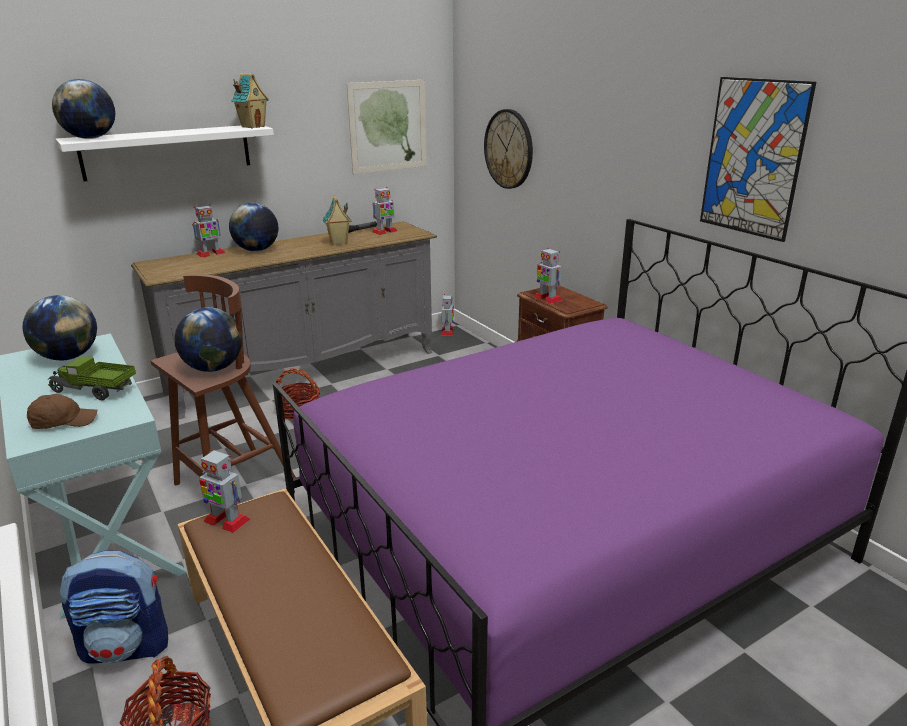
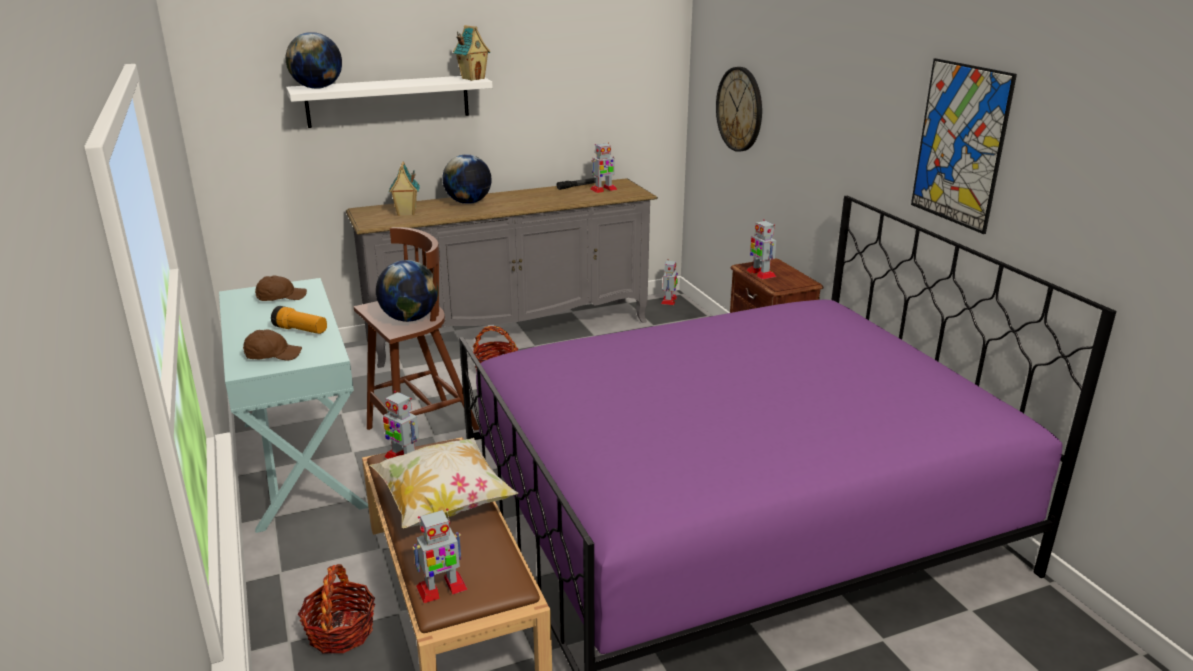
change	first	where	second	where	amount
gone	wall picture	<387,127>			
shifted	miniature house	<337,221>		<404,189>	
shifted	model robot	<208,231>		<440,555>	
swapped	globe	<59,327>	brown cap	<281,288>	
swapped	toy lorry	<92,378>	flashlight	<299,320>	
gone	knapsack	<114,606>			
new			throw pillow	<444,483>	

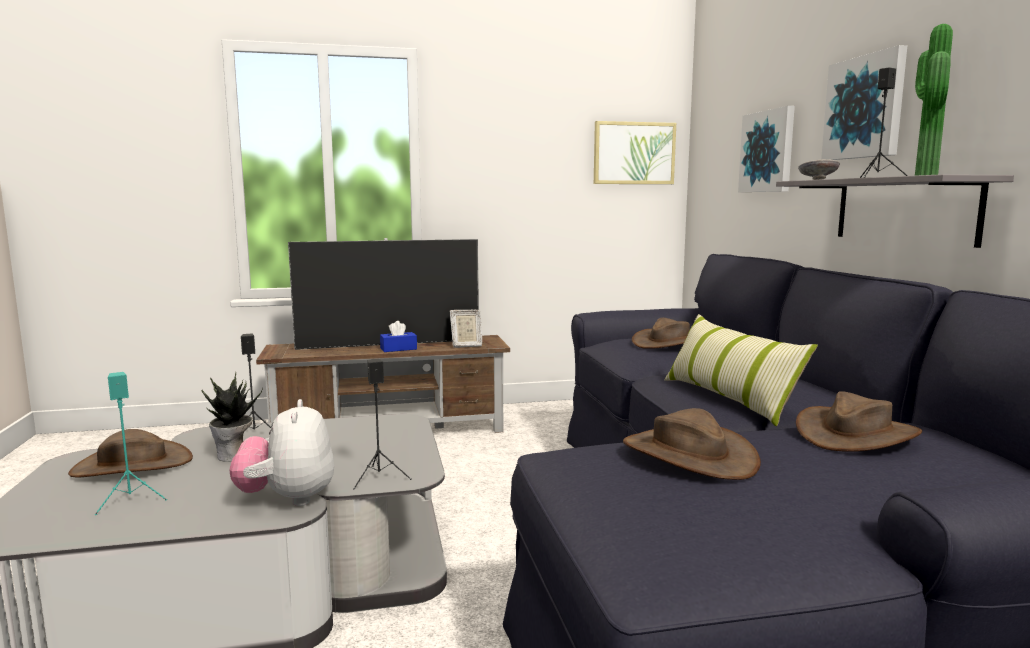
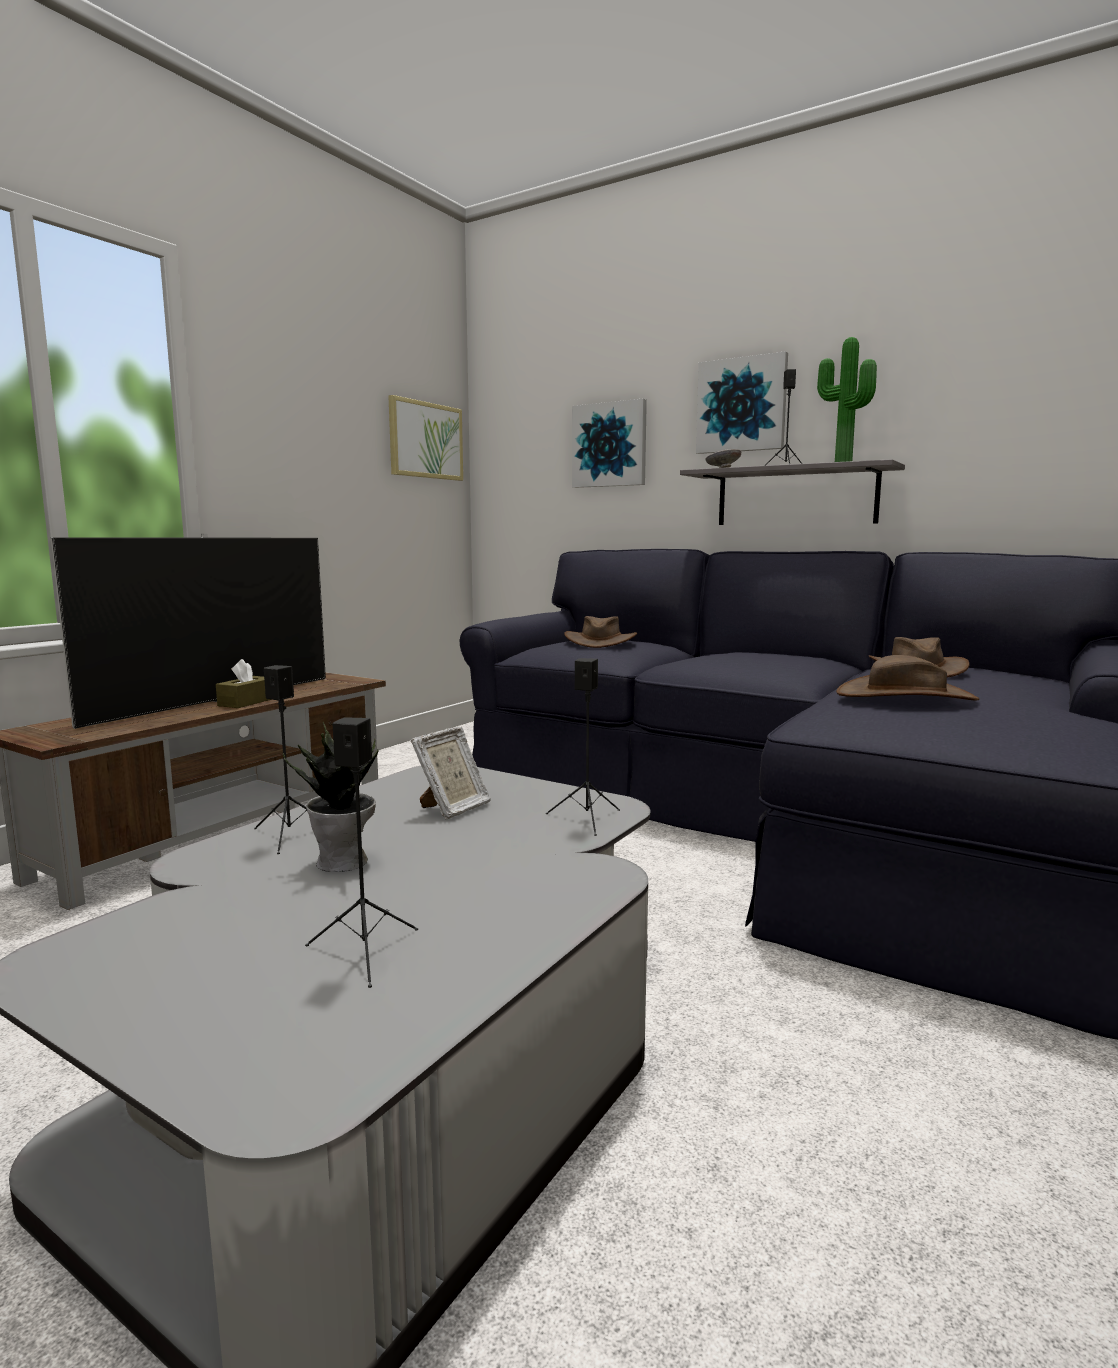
change	first	where	second	where	amount
shifted	standing frame	<466,329>		<451,773>	
gone	throw pillow	<741,370>			
repainted	bluish box of tissues	<398,336>	brown box of tissues	<244,683>	
repainted	turquoise-coloured speaker	<131,443>	blackish speaker	<361,852>	
gone	soft toy	<281,452>			
gone	brown wearable hat	<130,453>			

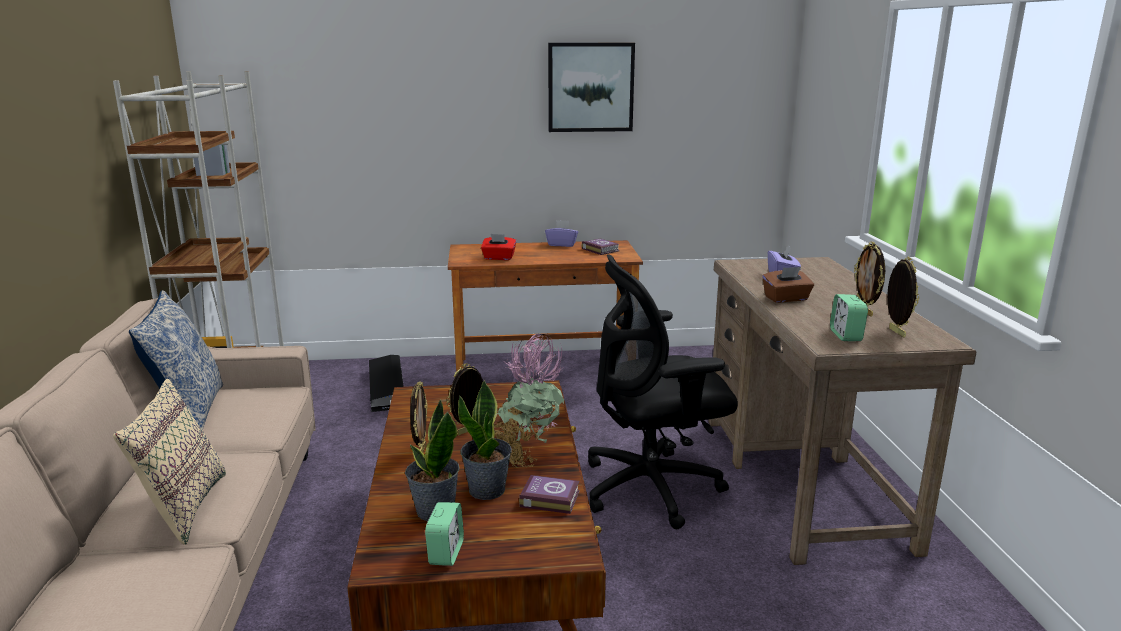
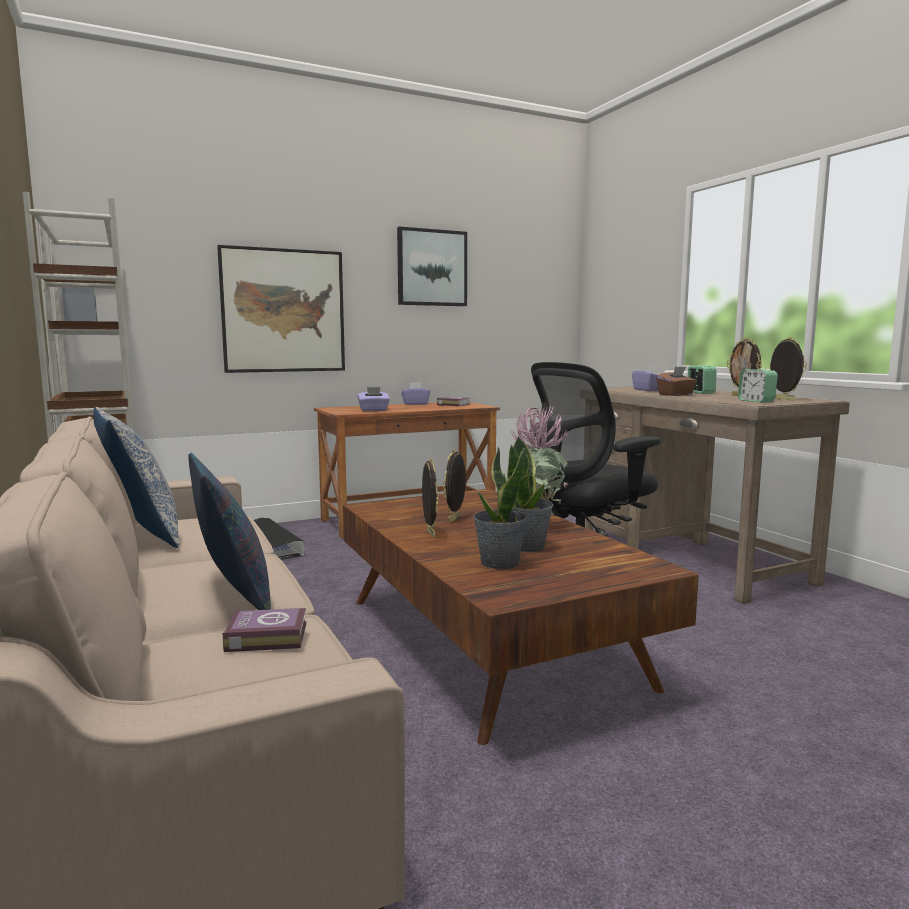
change	first	where	second	where	amount
repainted	red-coloured box of tissues	<498,247>	purple-coloured box of tissues	<373,399>	
repainted	beige-coloured throw pillow	<169,462>	bluish throw pillow	<229,531>	
shifted	volume	<549,494>		<265,630>	
shifted	alarm clock	<444,534>		<702,379>	
new			wall picture	<281,309>	

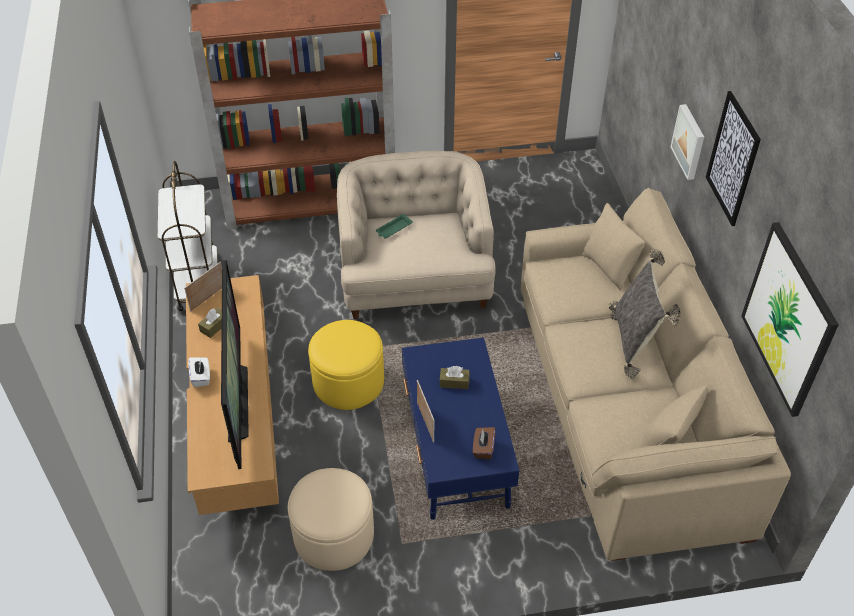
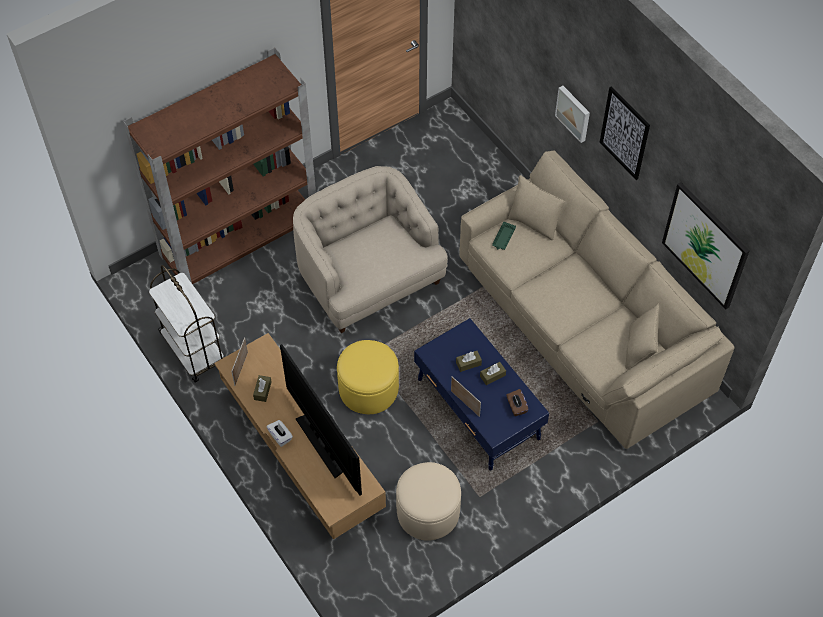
change	first	where	second	where	amount
shifted	greenish carrying tray	<394,226>		<504,236>	
gone	throw pillow	<644,313>			
new			brown box of tissues	<493,373>	

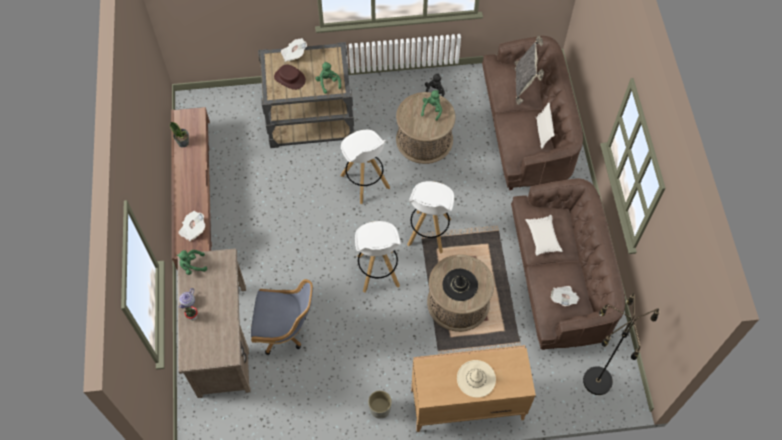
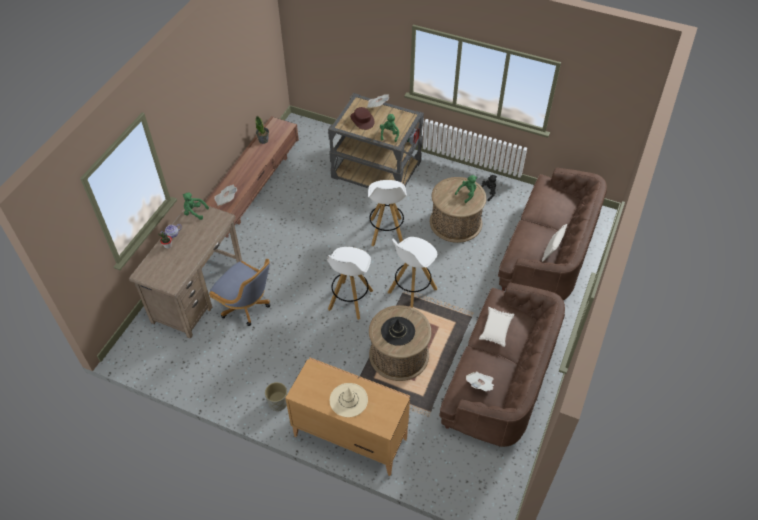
change	first	where	second	where	amount
gone	throw pillow	<529,70>			
gone	floor lamp	<621,344>			

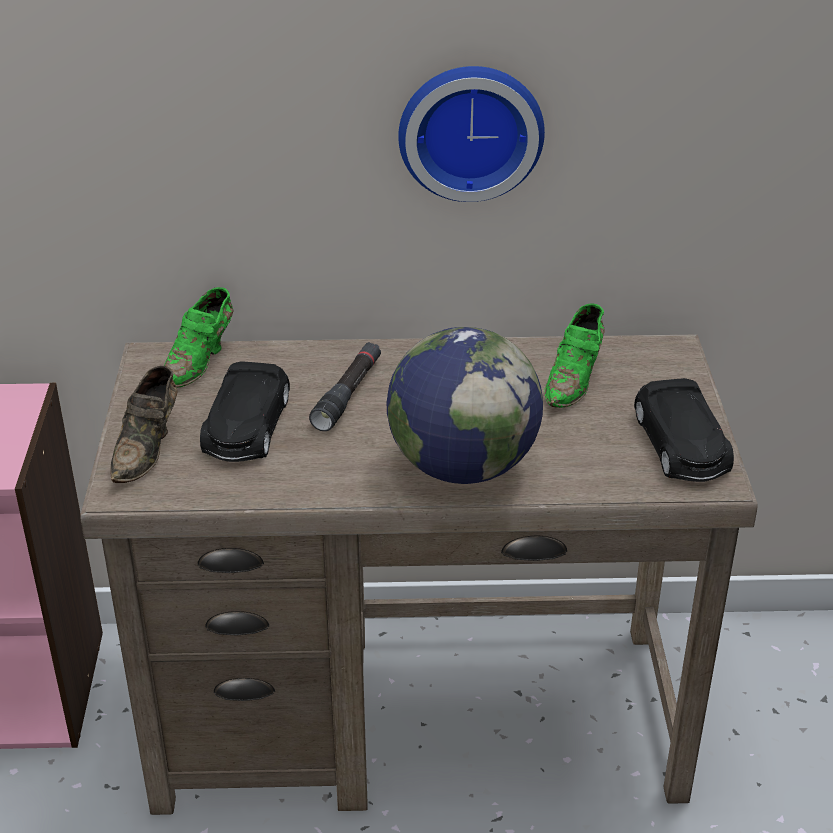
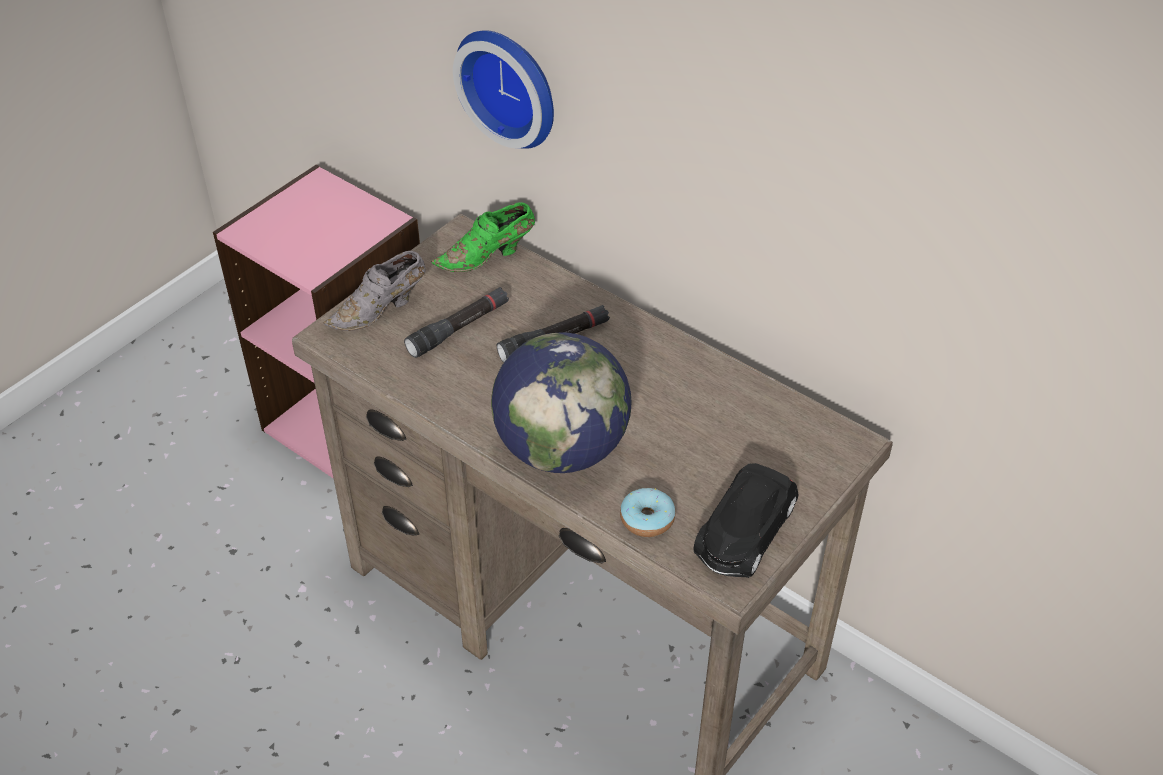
change	first	where	second	where	amount
shifted	hanging clock	<471,134>		<503,89>	
gone	greenish item of footwear	<574,356>			
swapped	blackish miniature car	<245,411>	blackish flashlight	<456,322>	
repainted	brown item of footwear	<144,424>	greyish item of footwear	<374,291>	
new			ring doughnut	<647,512>	

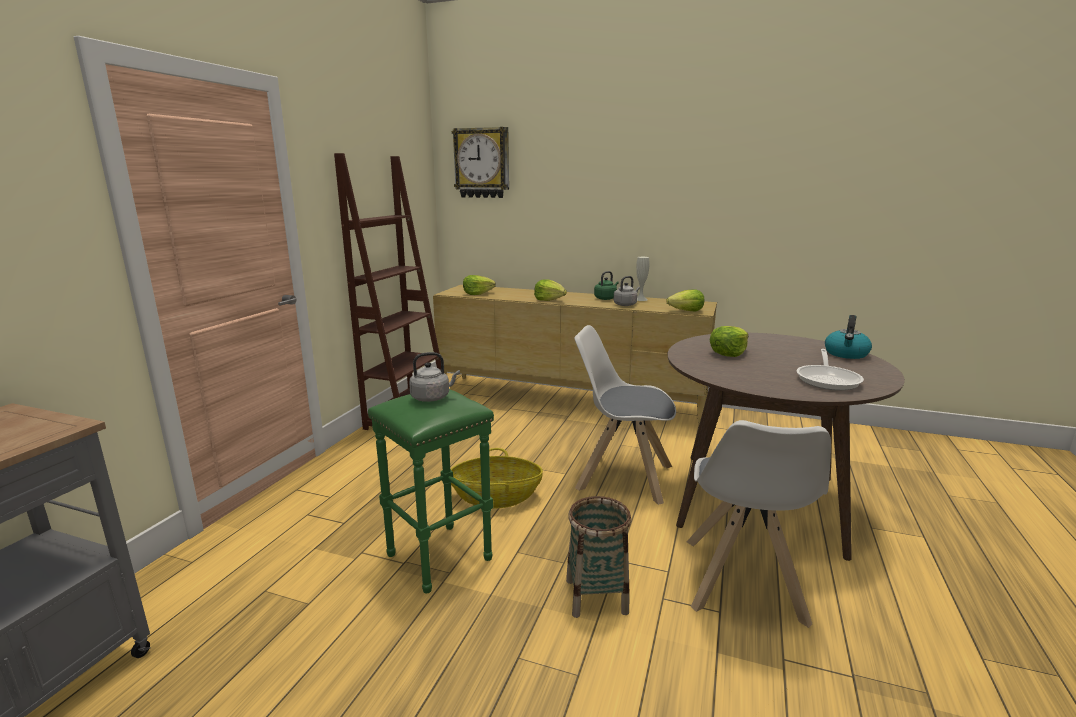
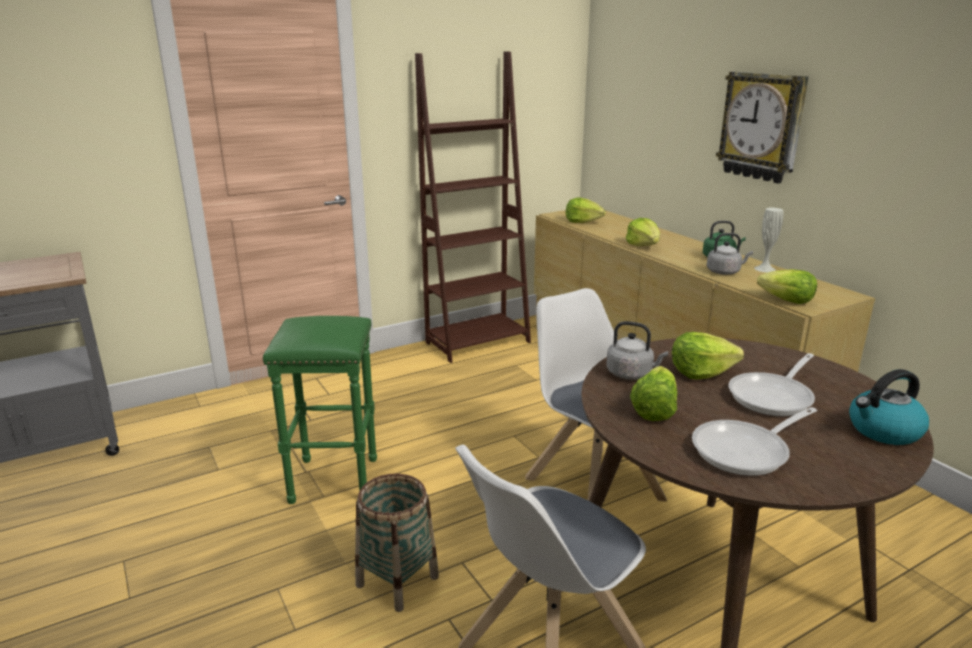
change	first	where	second	where	amount
shifted	hanging clock	<480,162>		<762,127>	
shifted	greyish water kettle	<434,377>		<637,350>	
gone	basket	<496,478>			
new			frying pan	<771,384>	
new			head of lettuce	<653,393>	

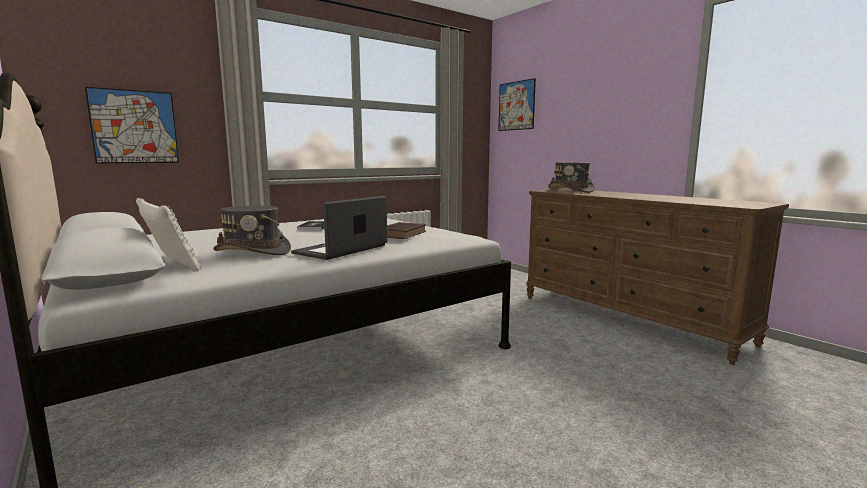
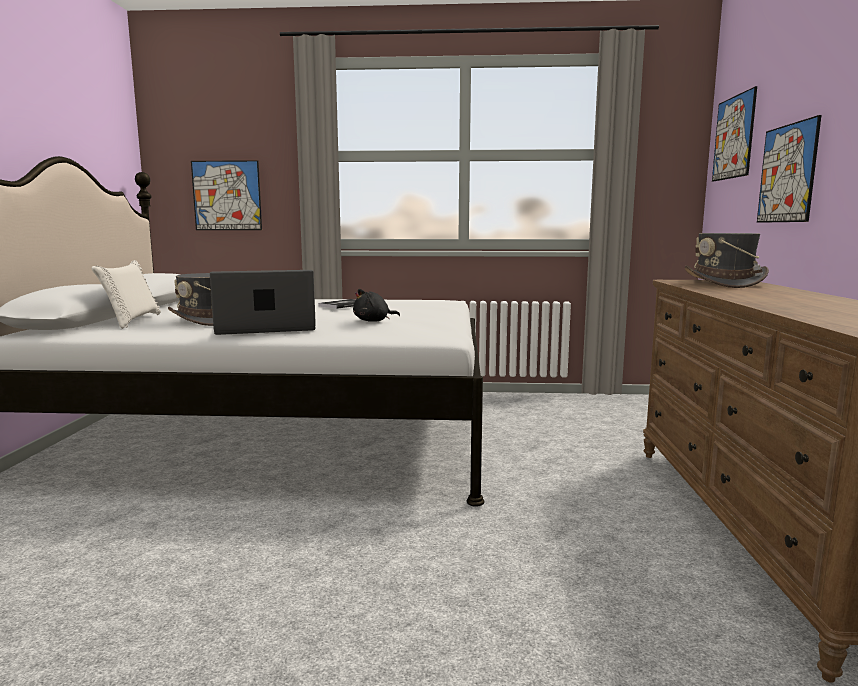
change	first	where	second	where	amount
swapped	brown volume	<406,230>	blackish soft toy	<376,305>	
new			wall picture	<789,169>	

